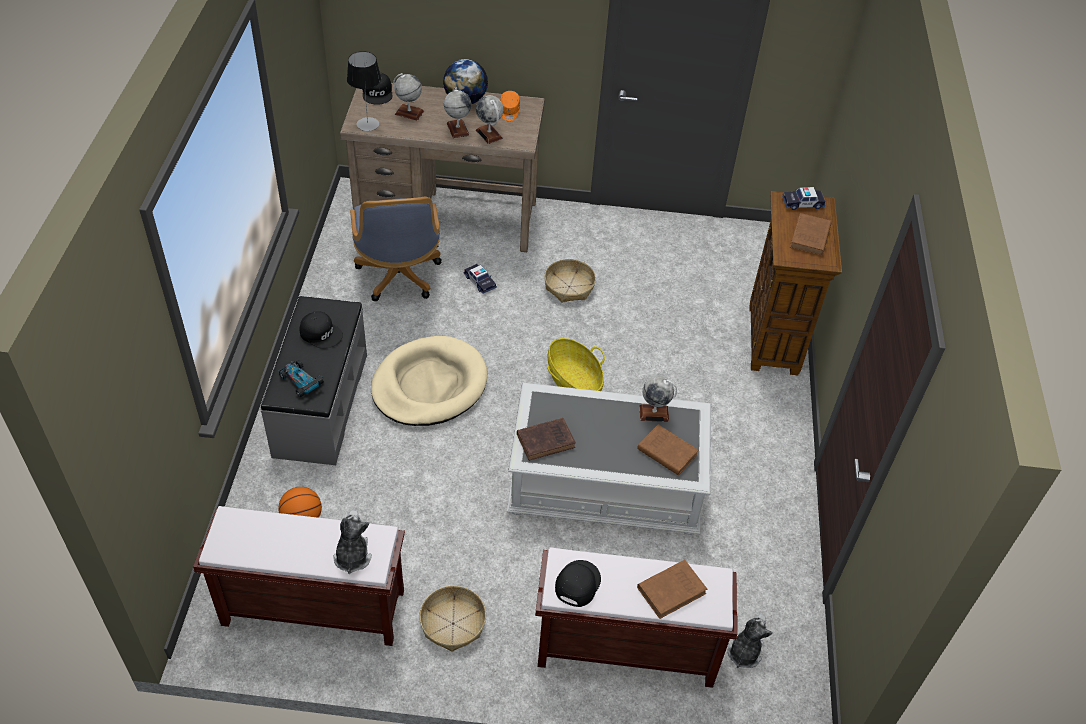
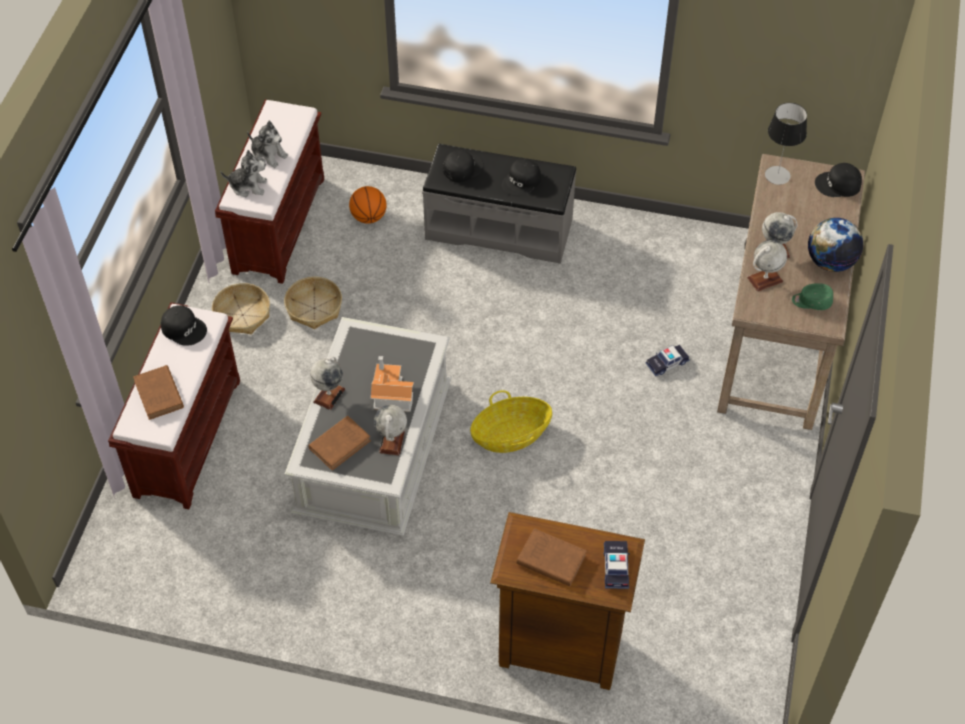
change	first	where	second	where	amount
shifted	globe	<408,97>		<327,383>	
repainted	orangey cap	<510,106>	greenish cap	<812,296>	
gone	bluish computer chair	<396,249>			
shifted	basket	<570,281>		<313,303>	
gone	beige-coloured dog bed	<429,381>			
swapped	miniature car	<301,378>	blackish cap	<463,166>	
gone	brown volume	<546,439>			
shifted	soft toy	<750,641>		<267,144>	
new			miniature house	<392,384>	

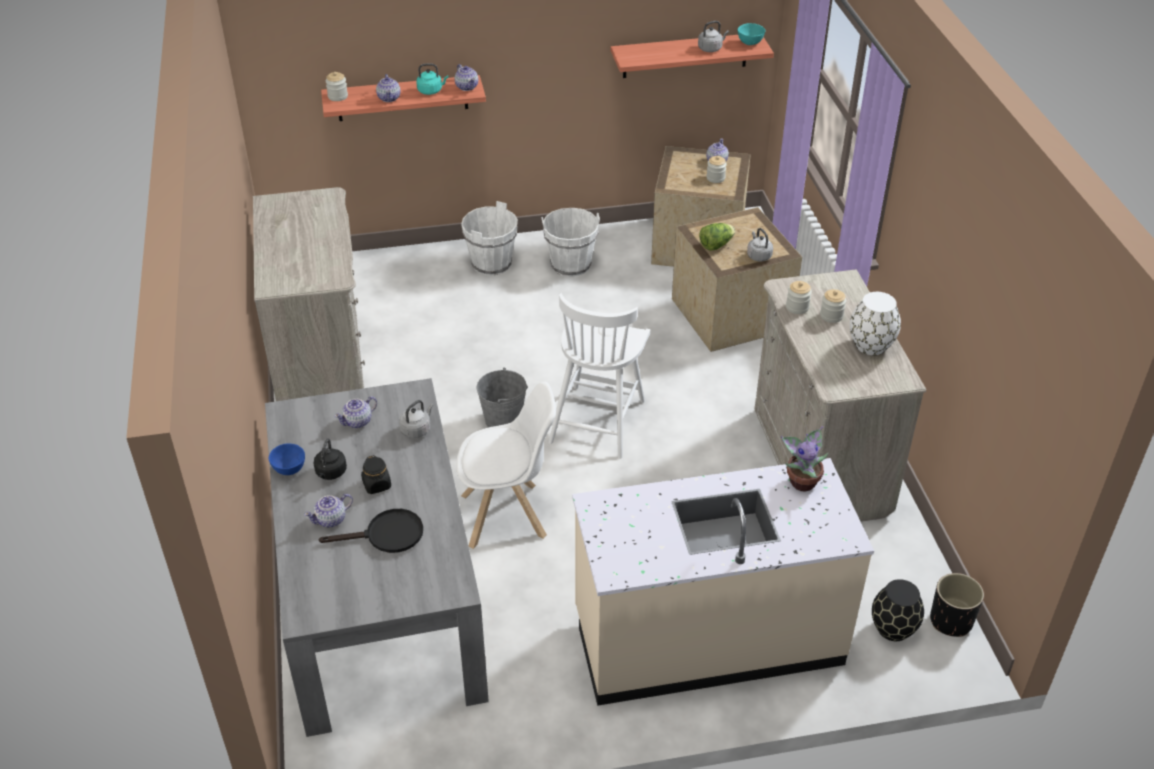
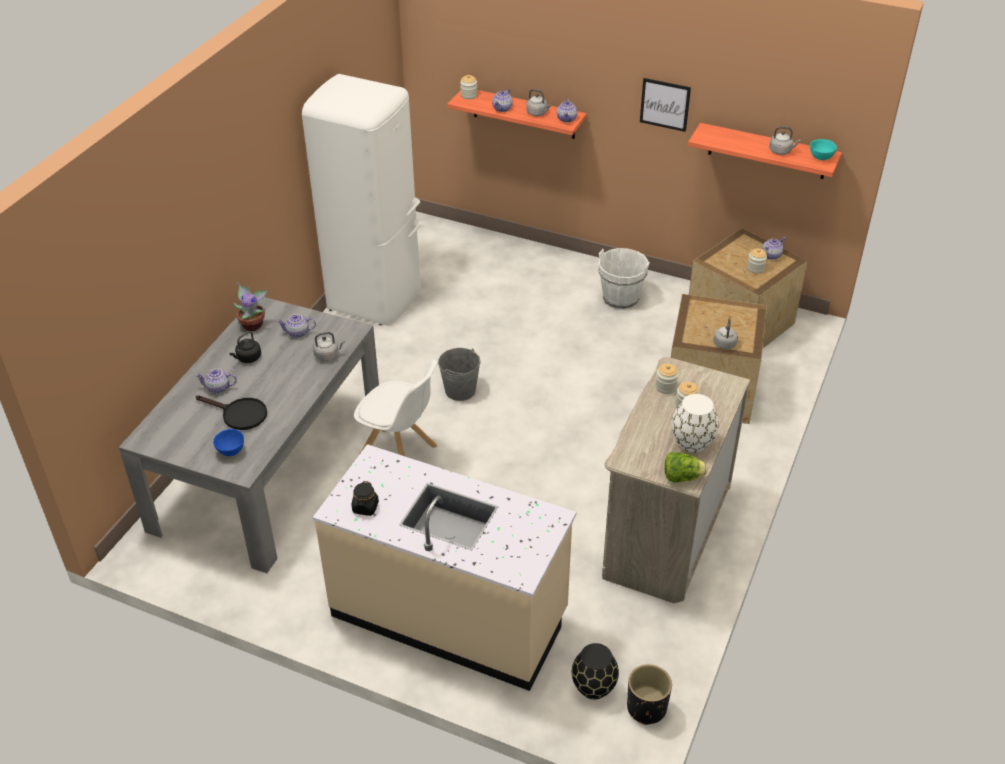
change	first	where	second	where	amount
repainted	turquoise-coloured water kettle	<432,79>	greyish water kettle	<539,102>	
swapped	beige-coloured dresser	<309,294>	whitish kitchen fridge	<362,199>	
gone	whitish water bucket	<489,238>			
shifted	head of lettuce	<717,237>		<686,467>	
gone	whitish plain chair	<599,376>			
shifted	houseplant	<804,459>		<250,307>	
shifted	bluish deep dish	<287,459>		<228,442>	
shifted	blackish jar	<376,474>		<365,498>	
new			wall picture	<665,105>	

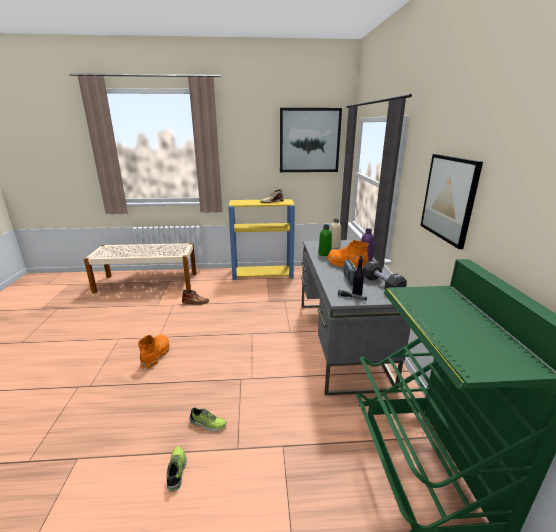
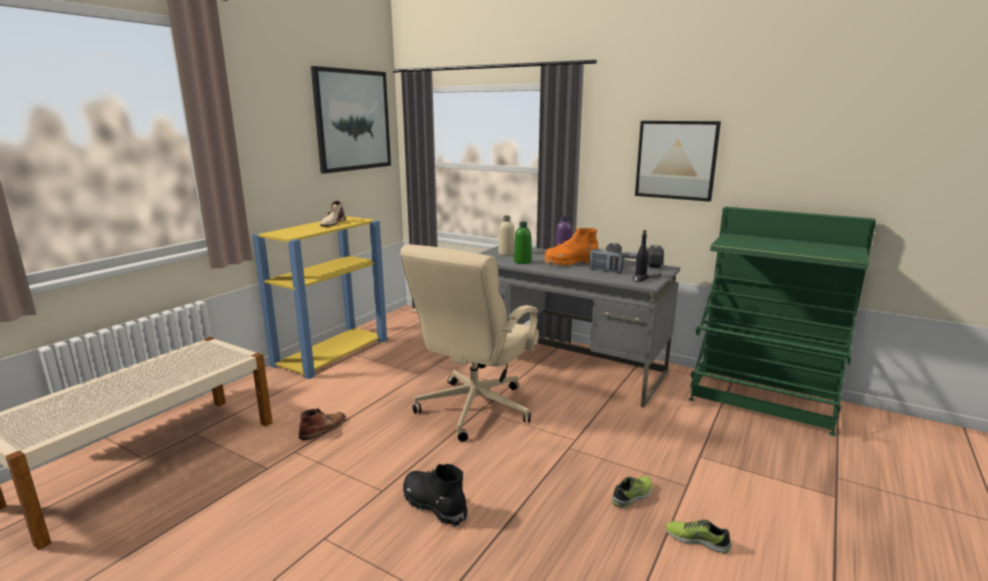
change	first	where	second	where	amount
repainted	orangey boot	<154,352>	blackish boot	<435,495>	
new			beige-coloured computer chair	<469,343>	

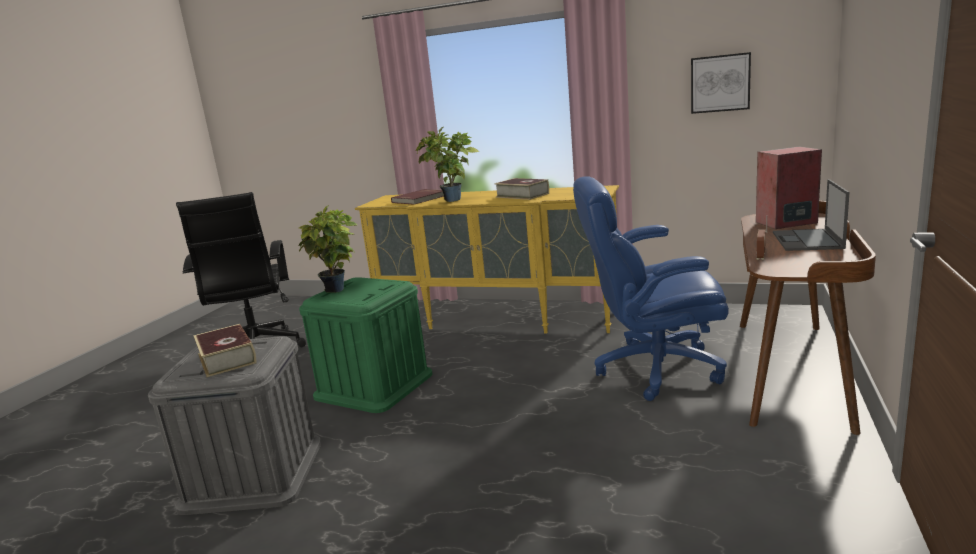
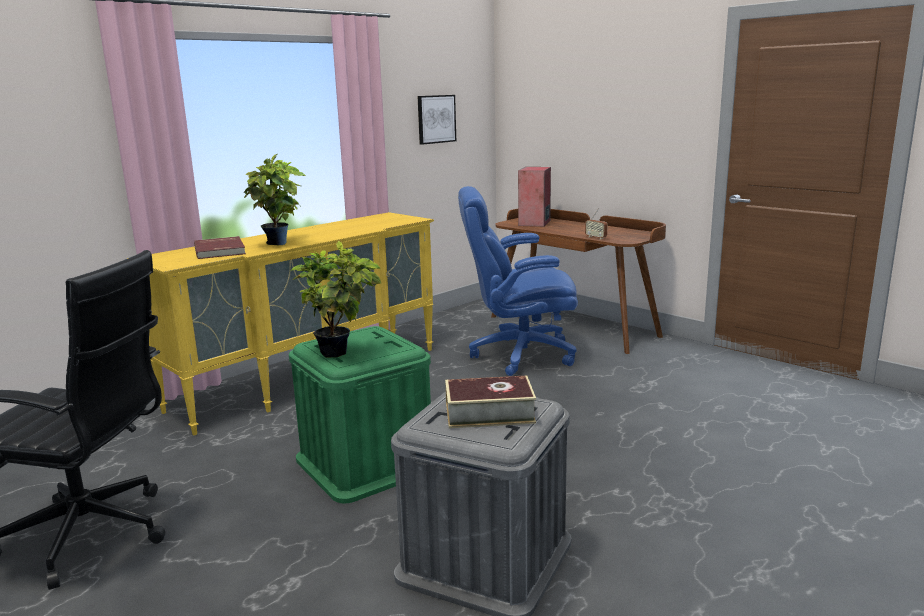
change	first	where	second	where	amount
rotated	bluish computer chair	<651,288>		<518,281>	60 degrees clockwise
gone	volume	<521,189>			
gone	portable computer	<811,215>			

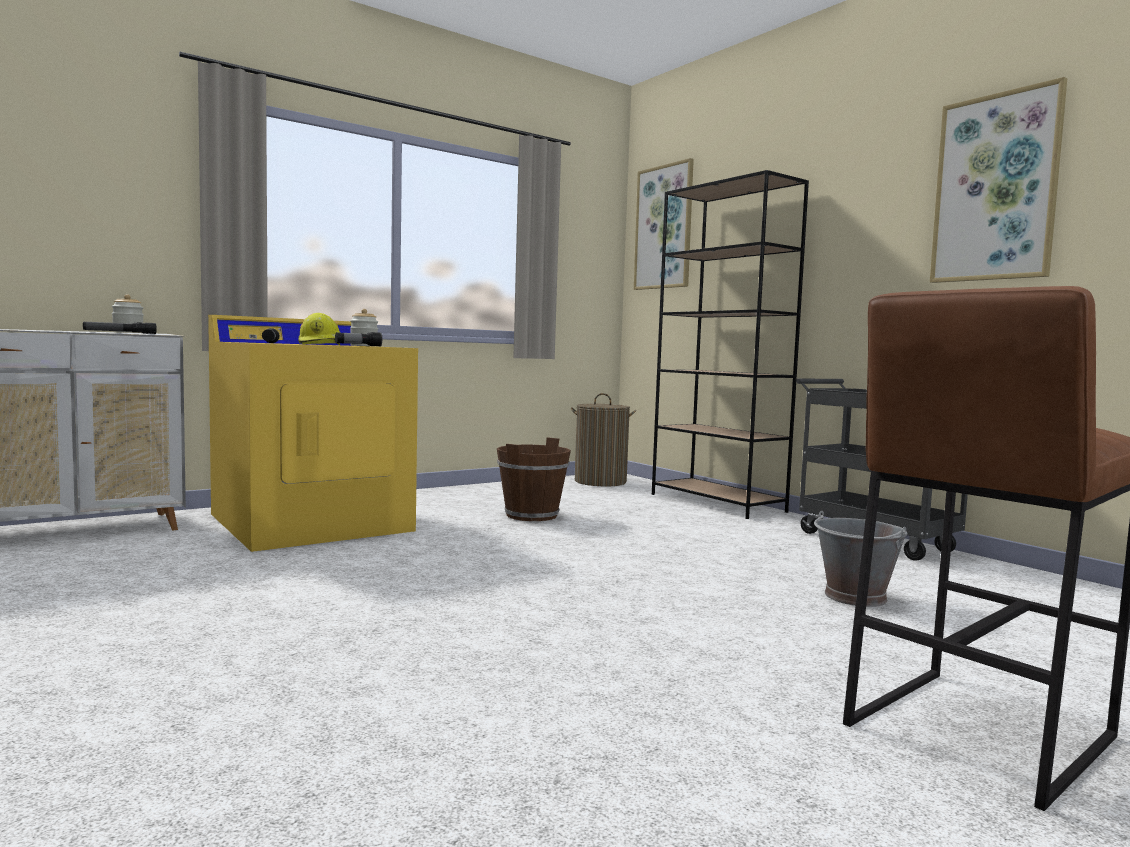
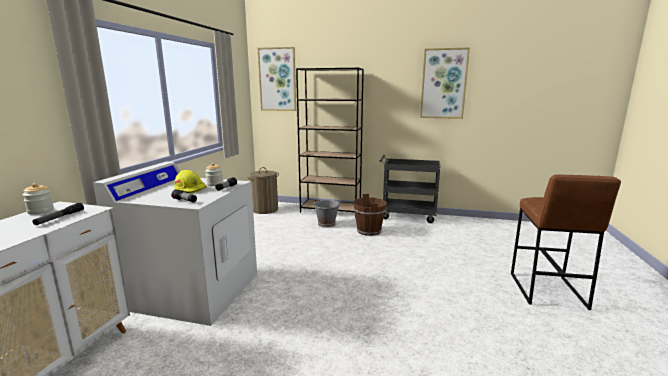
change	first	where	second	where	amount
repainted	yellowish laundry machine	<313,433>	whitish laundry machine	<175,243>	
shifted	brown water bucket	<534,479>		<370,215>	
shifted	greyish water bucket	<860,559>		<326,214>	

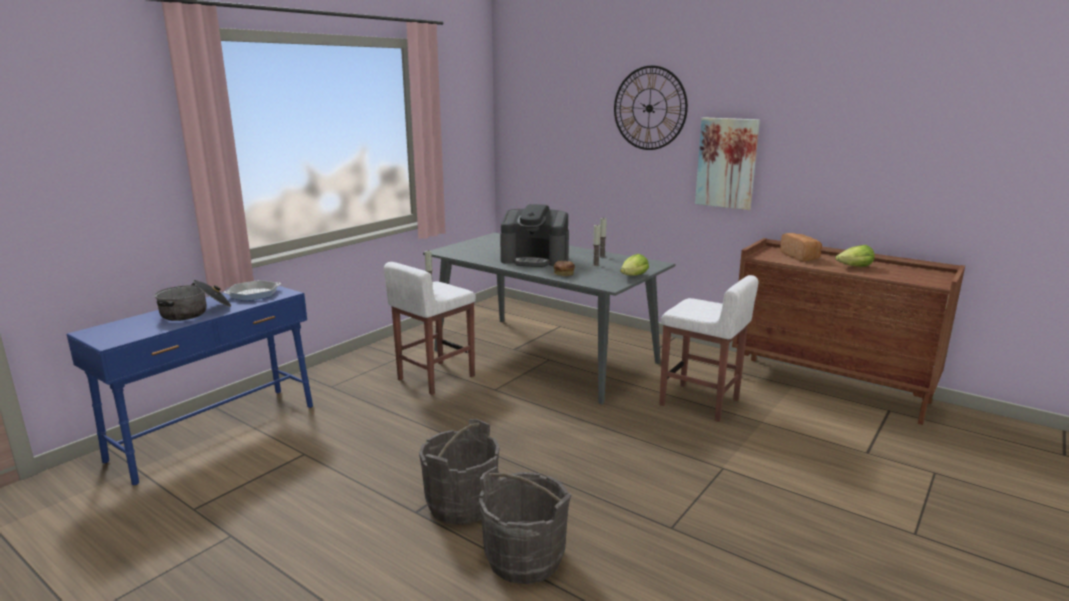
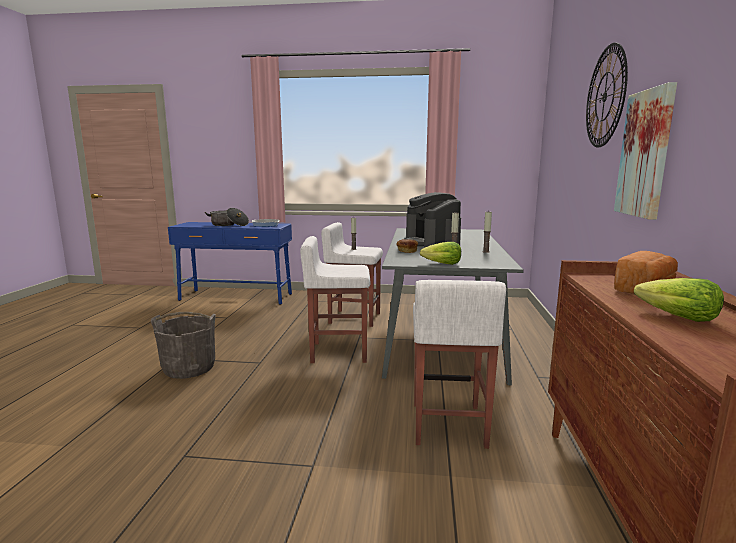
change	first	where	second	where	amount
gone	greyish water bucket	<525,525>			
new			whitish stool seat	<335,299>	

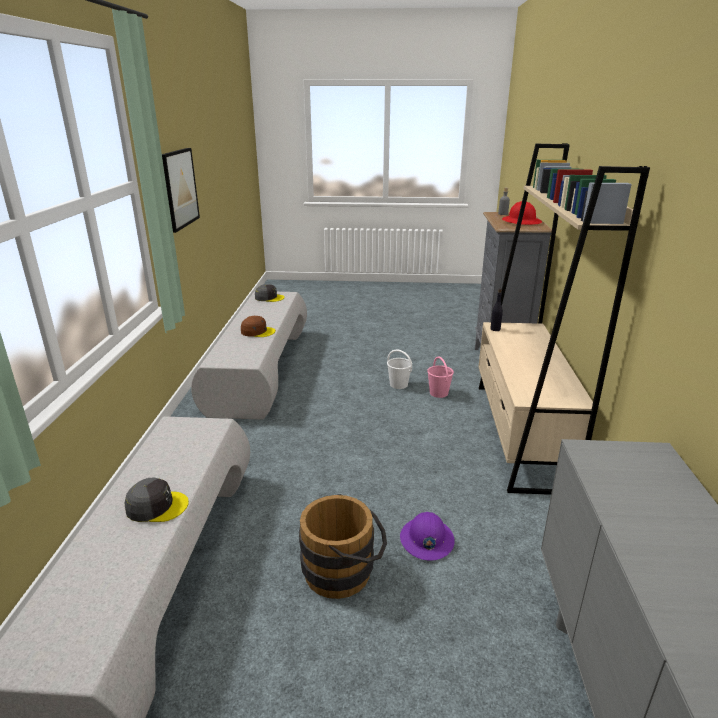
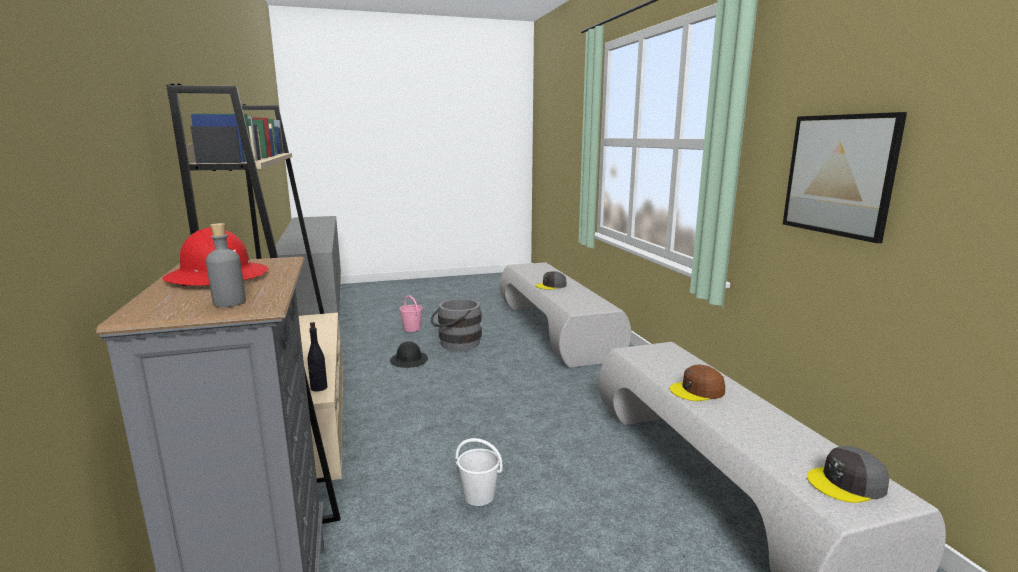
change	first	where	second	where	amount
shifted	pink water bucket	<440,377>		<411,313>	
repainted	brown water bucket	<343,546>	greyish water bucket	<456,325>	
repainted	purple-coloured safety helmet	<427,536>	blackish safety helmet	<409,354>	

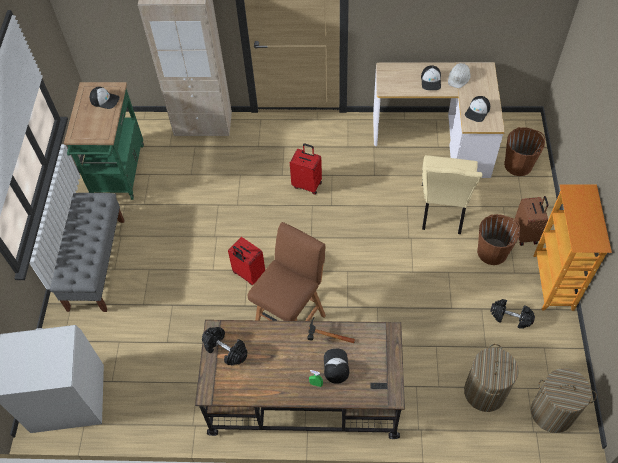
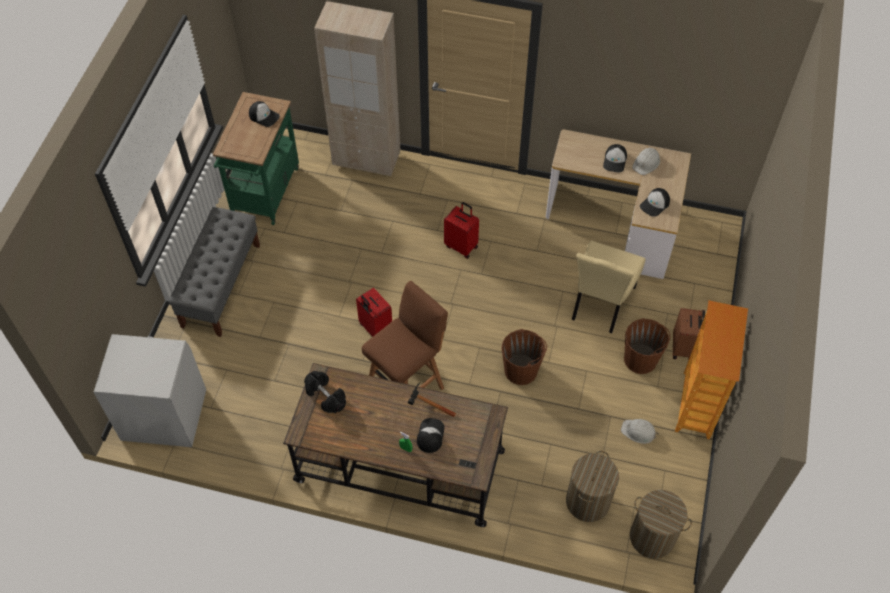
change	first	where	second	where	amount
shifted	brown water bucket	<524,151>		<524,357>	
swapped	blackish dumbbell	<512,314>	whitish safety helmet	<639,431>	

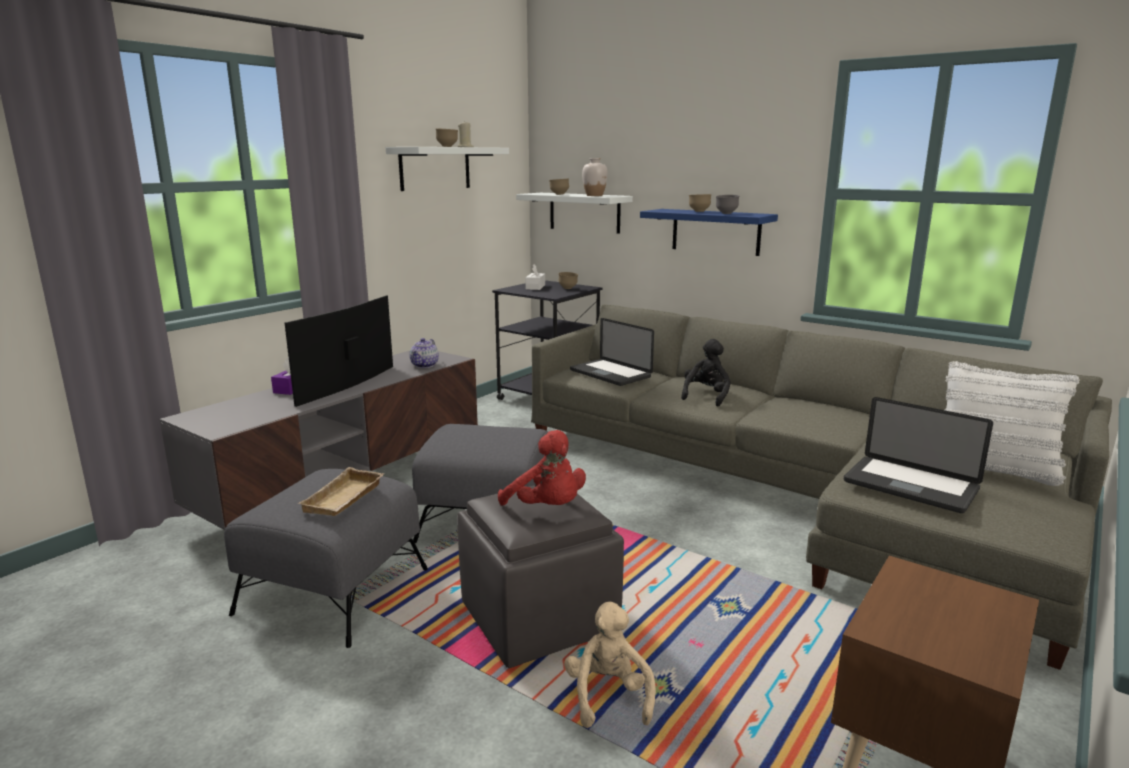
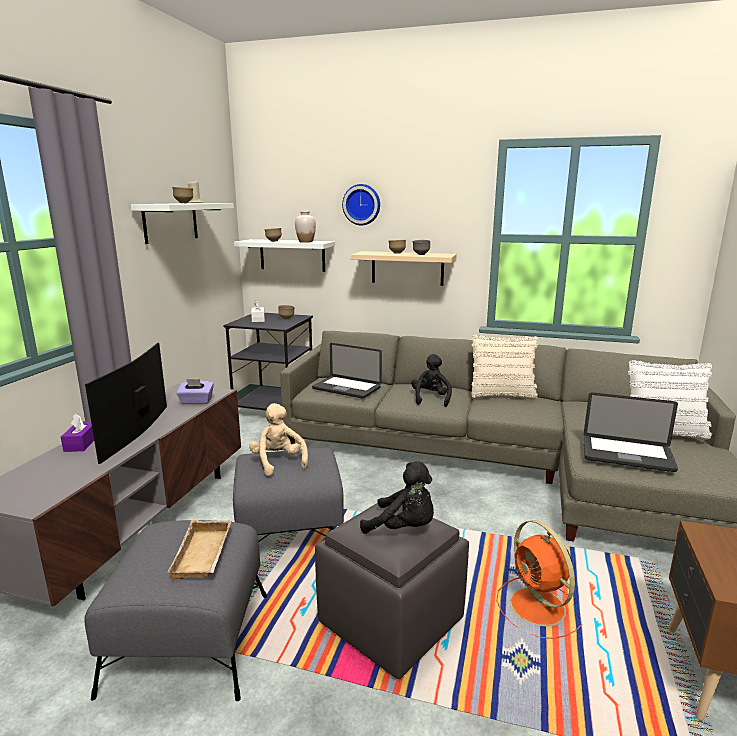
change	first	where	second	where	amount
repainted	bluish shelf	<709,232>	beige-coloured shelf	<404,268>	
swapped	tea pot	<424,353>	purple-coloured box of tissues	<195,391>	
repainted	red-coloured soft toy	<542,467>	blackish soft toy	<397,497>	
shifted	beige-coloured soft toy	<610,665>		<278,439>	
new			hanging clock	<361,204>	
new			beige-coloured throw pillow	<504,367>	
new			orangey electric fan	<539,579>	

